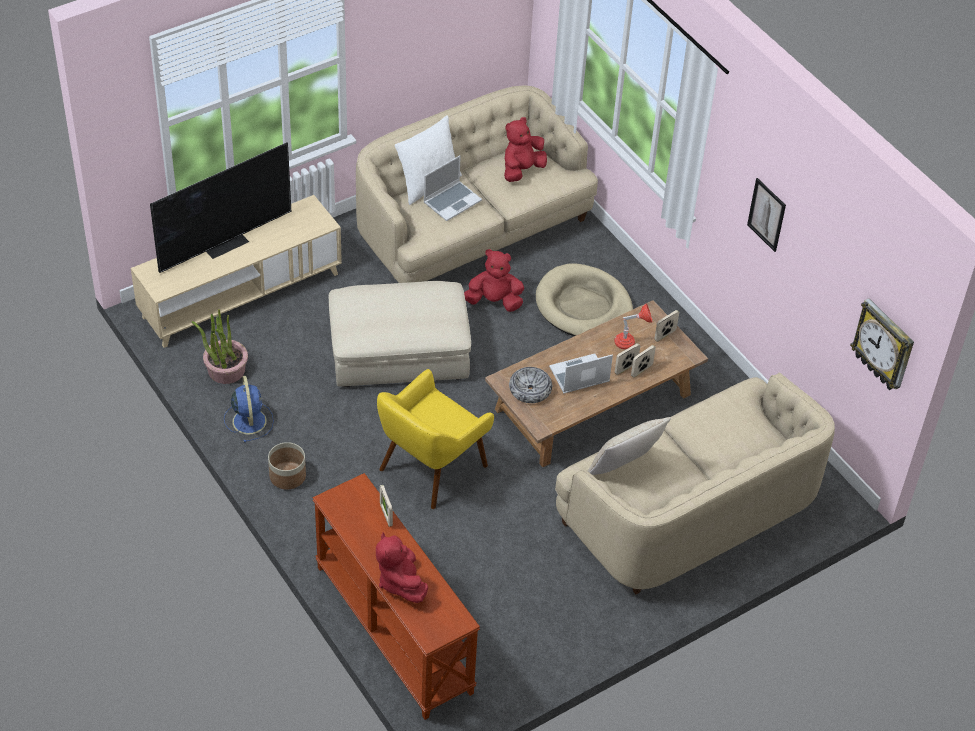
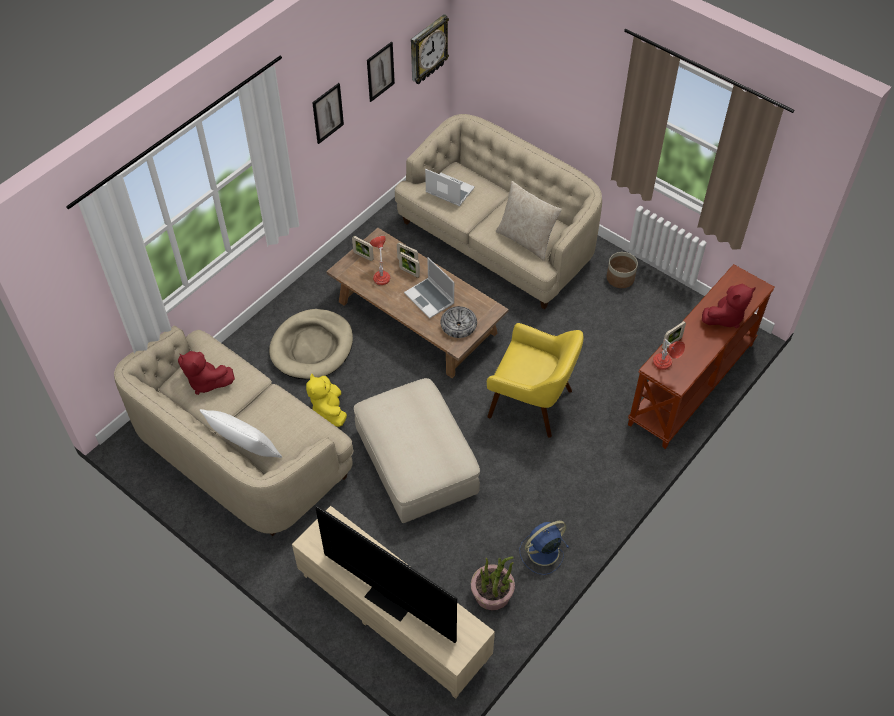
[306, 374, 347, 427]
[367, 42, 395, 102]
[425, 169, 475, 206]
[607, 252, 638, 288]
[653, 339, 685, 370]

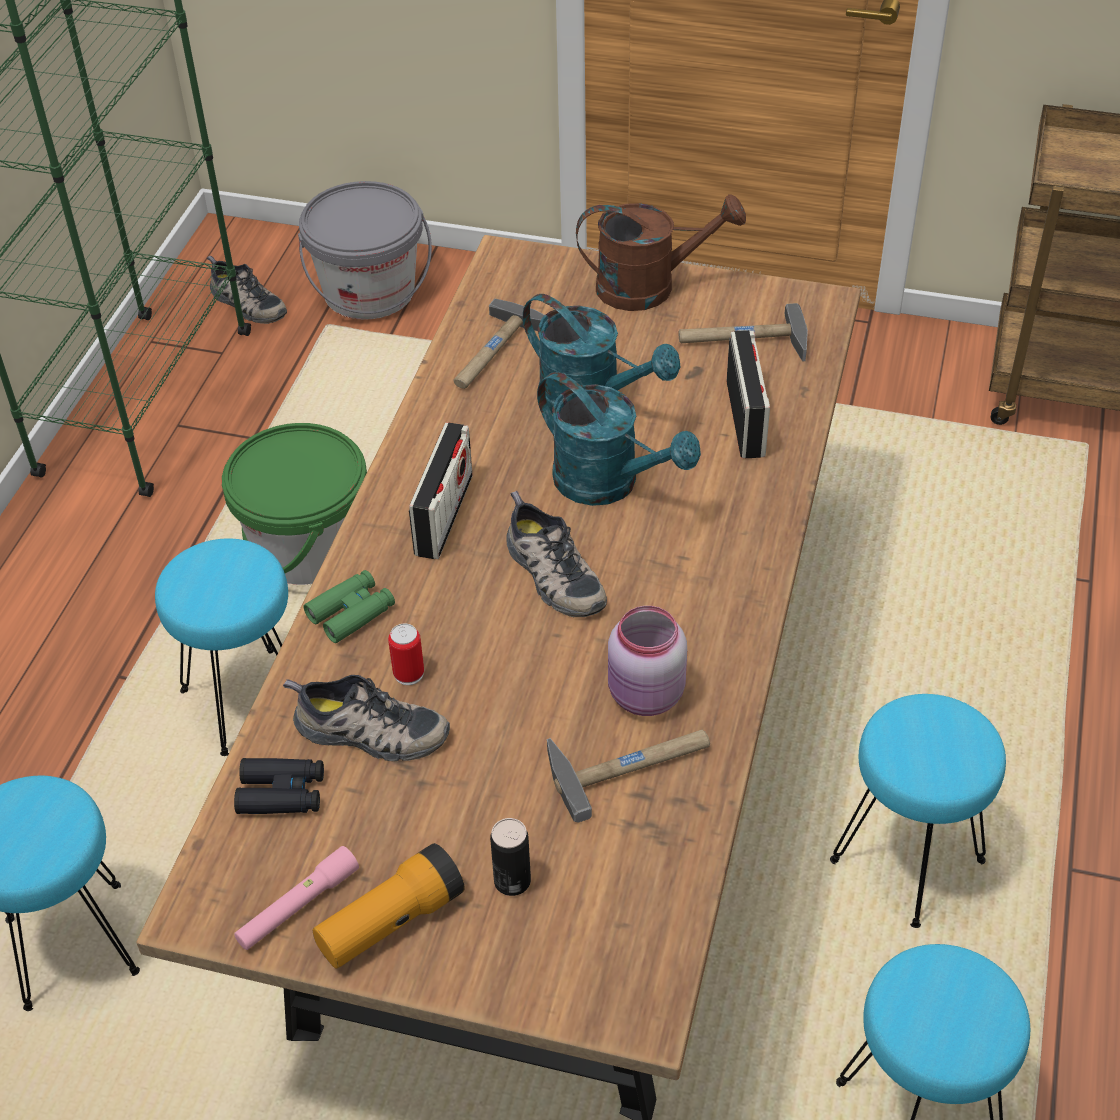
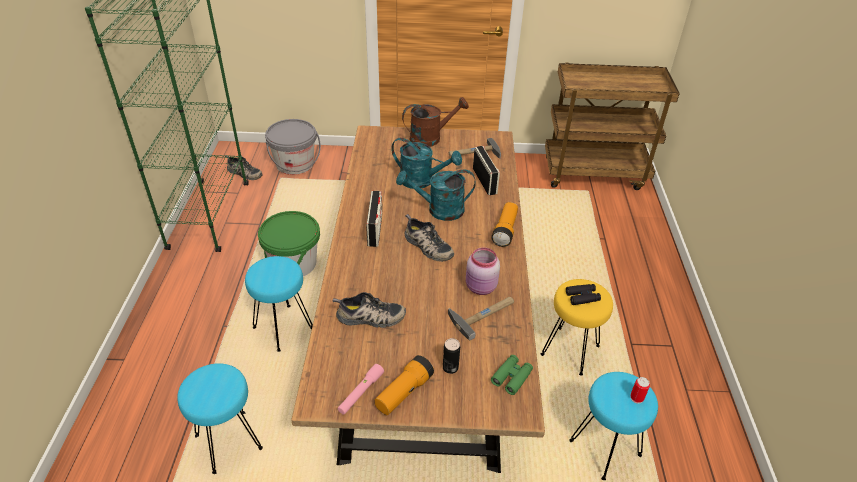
[396, 170, 476, 221]
[491, 202, 518, 247]
[491, 355, 533, 395]
[541, 279, 613, 375]
[566, 284, 601, 305]
[630, 377, 650, 404]
[453, 299, 545, 389] (first image)

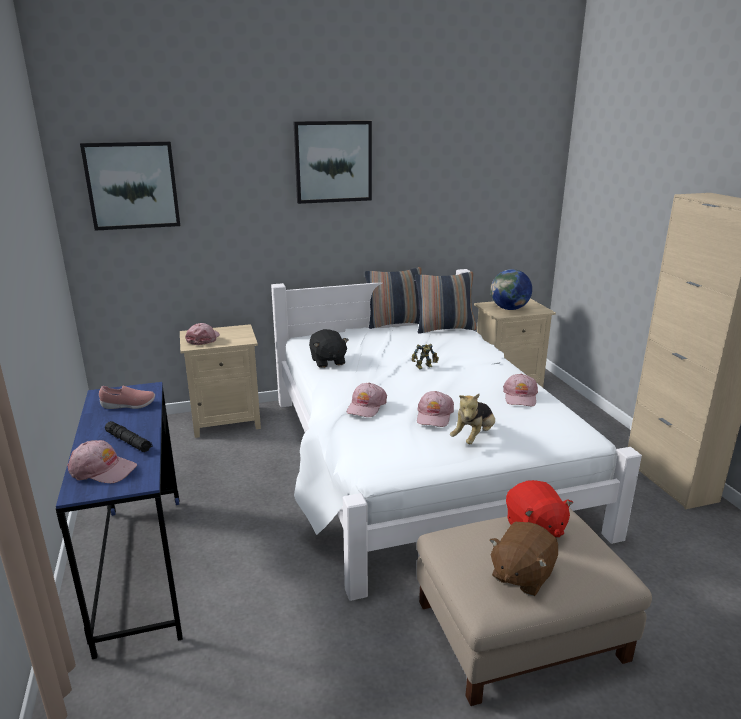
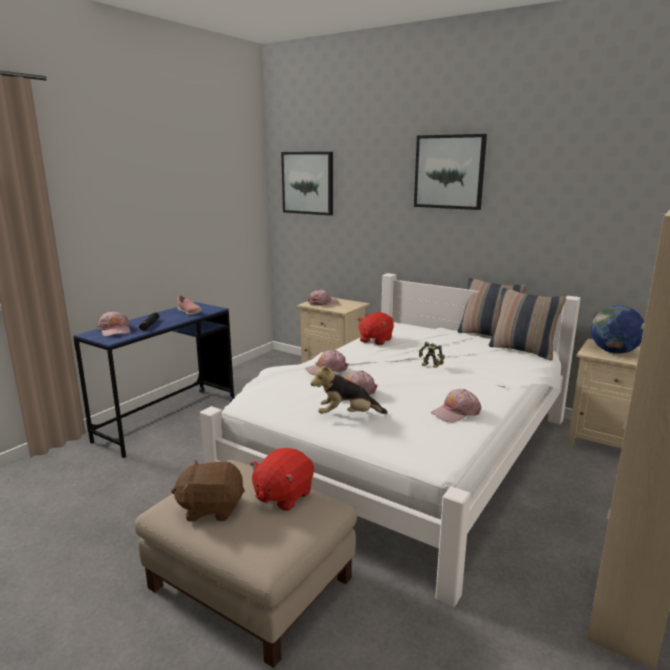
[357, 312, 394, 345]

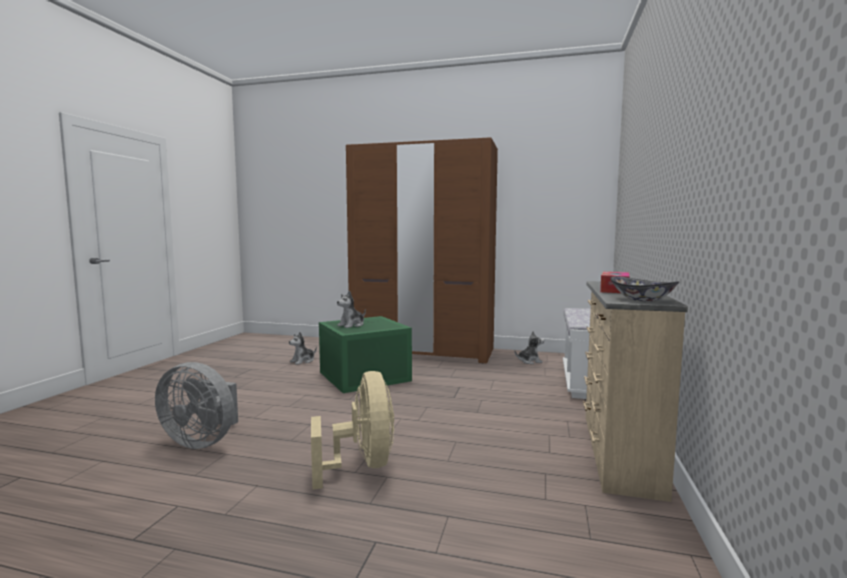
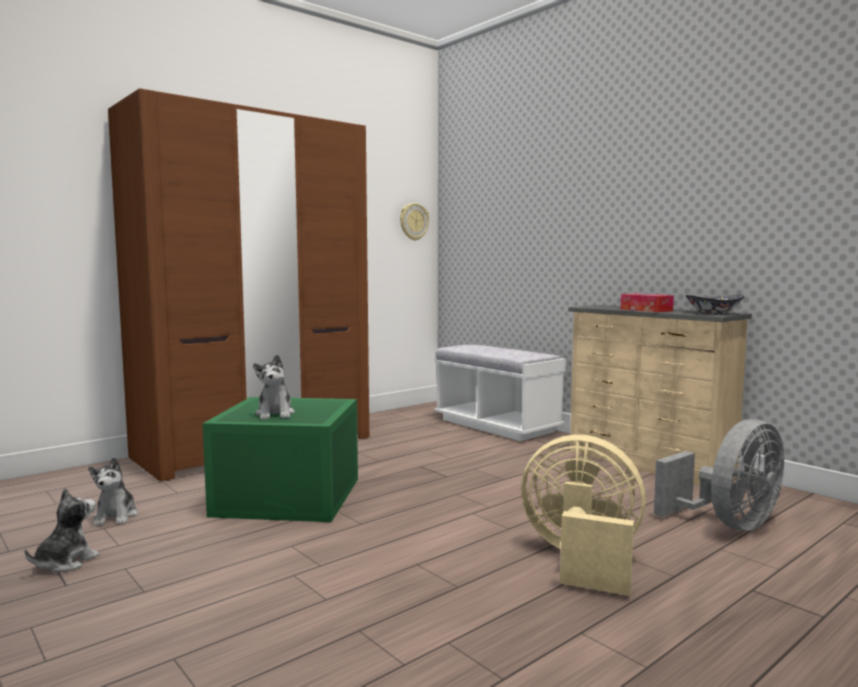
[25, 488, 100, 573]
[400, 203, 429, 241]
[654, 419, 784, 531]

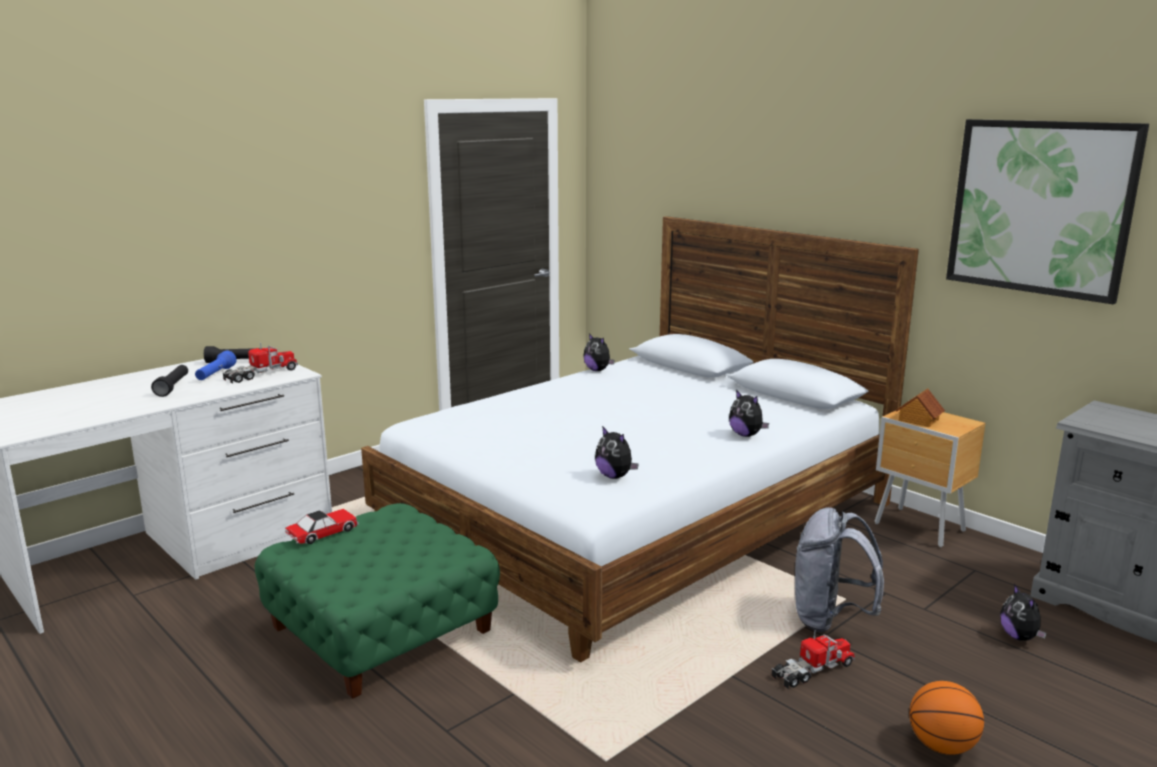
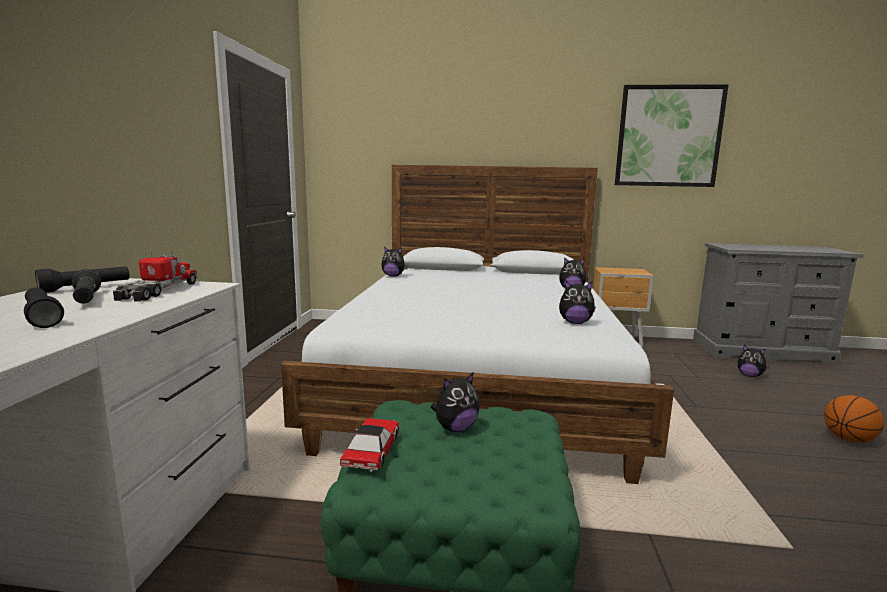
[72, 269, 101, 304]
[431, 373, 479, 432]
[772, 630, 855, 689] (first image)
[795, 507, 884, 632] (first image)
[896, 388, 945, 427] (first image)

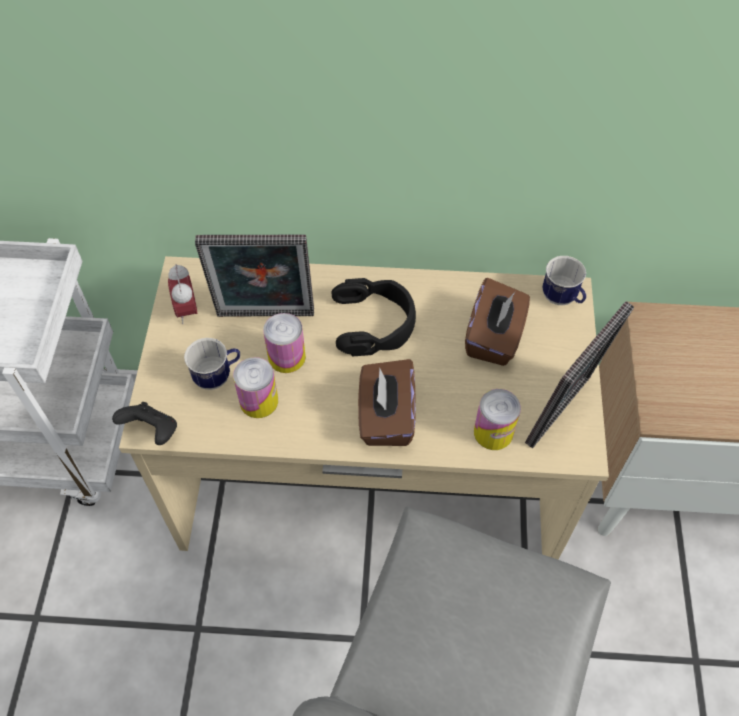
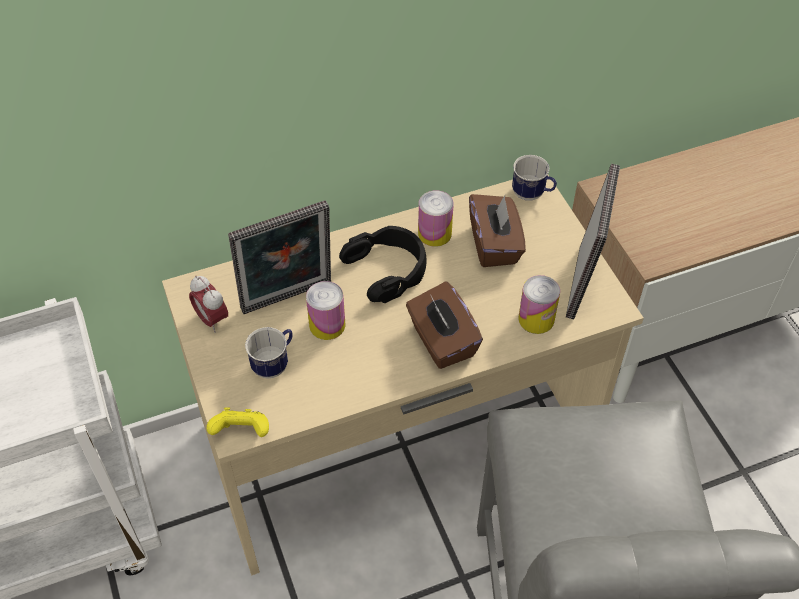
[207, 407, 269, 437]
[418, 191, 454, 247]

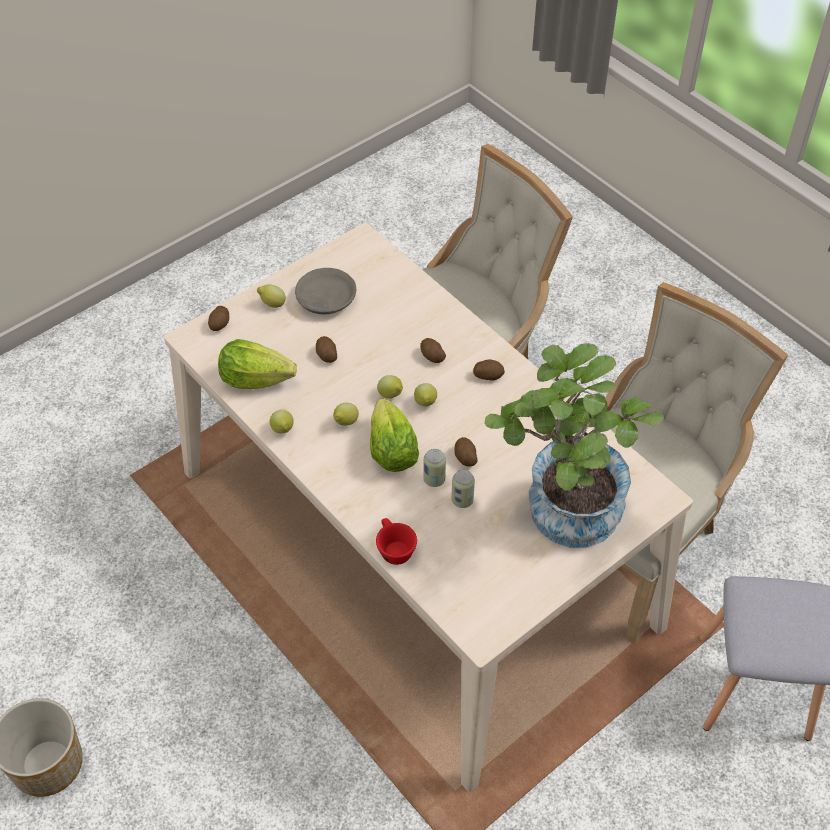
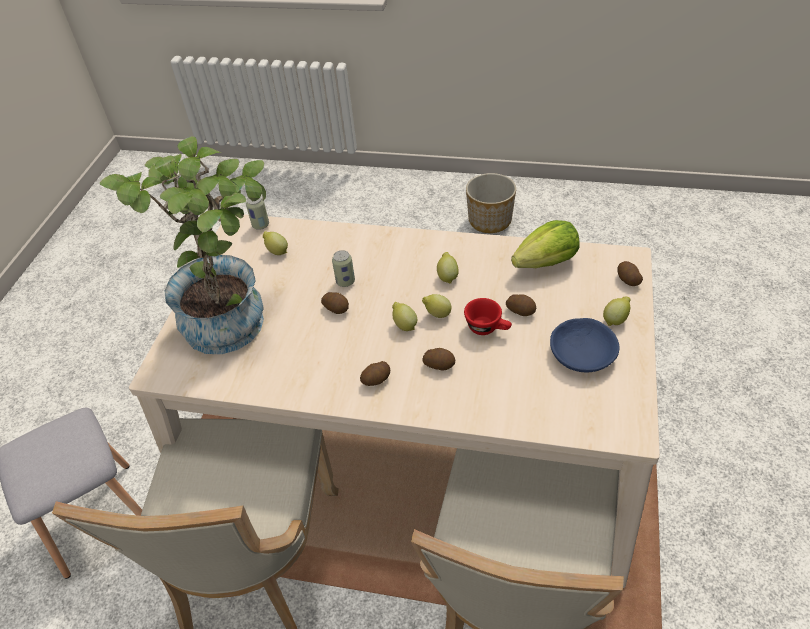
[246, 197, 269, 230]
[263, 231, 288, 255]
[464, 298, 512, 335]
[550, 318, 619, 372]
[370, 399, 419, 472] (first image)

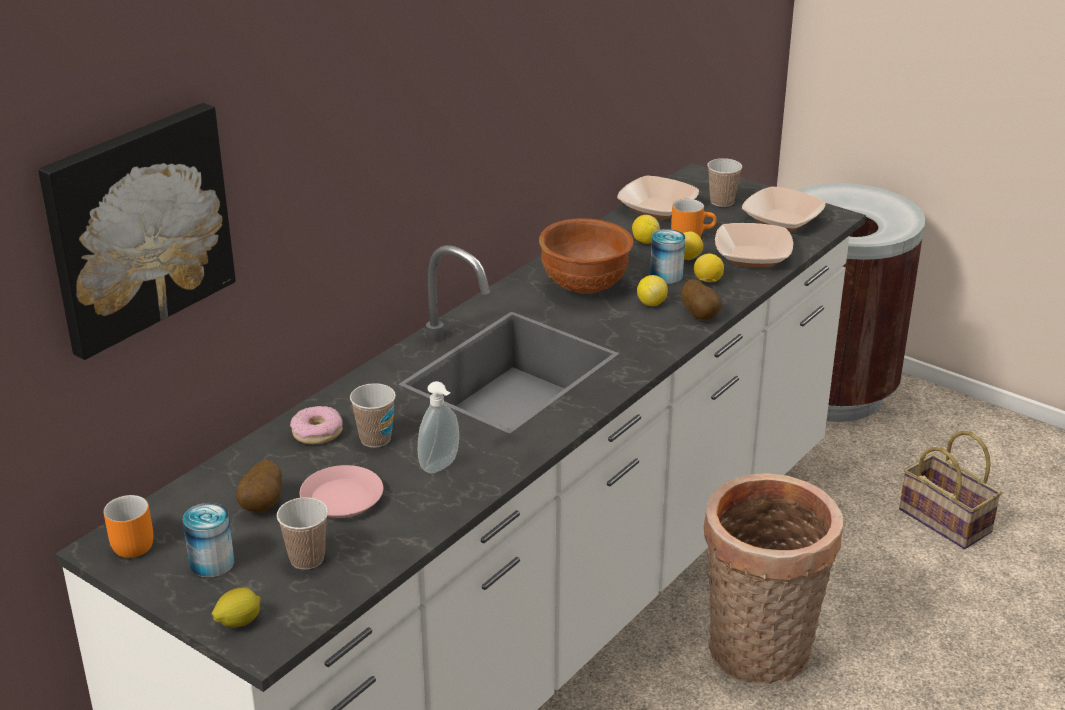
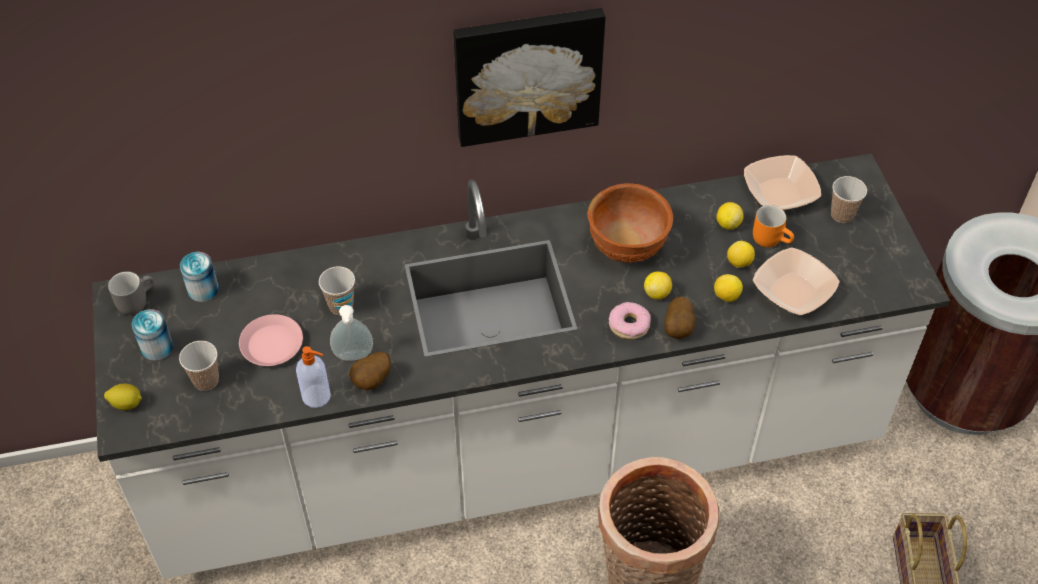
[108, 271, 154, 315]
[180, 252, 219, 302]
[296, 346, 331, 408]
[349, 352, 391, 390]
[453, 8, 606, 147]
[609, 302, 651, 339]
[742, 187, 826, 232] (first image)

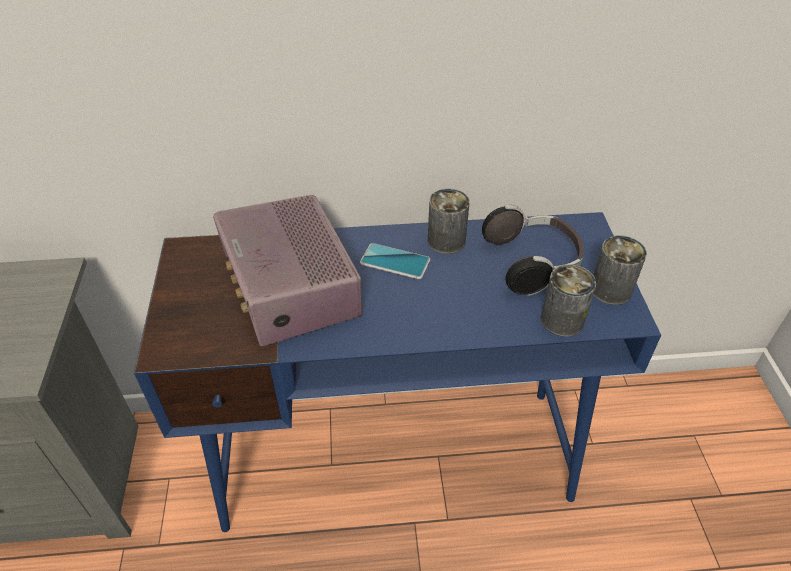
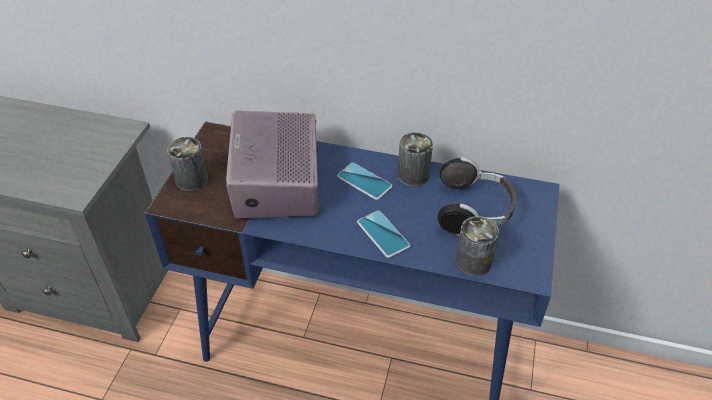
[167, 137, 208, 191]
[357, 211, 410, 258]

